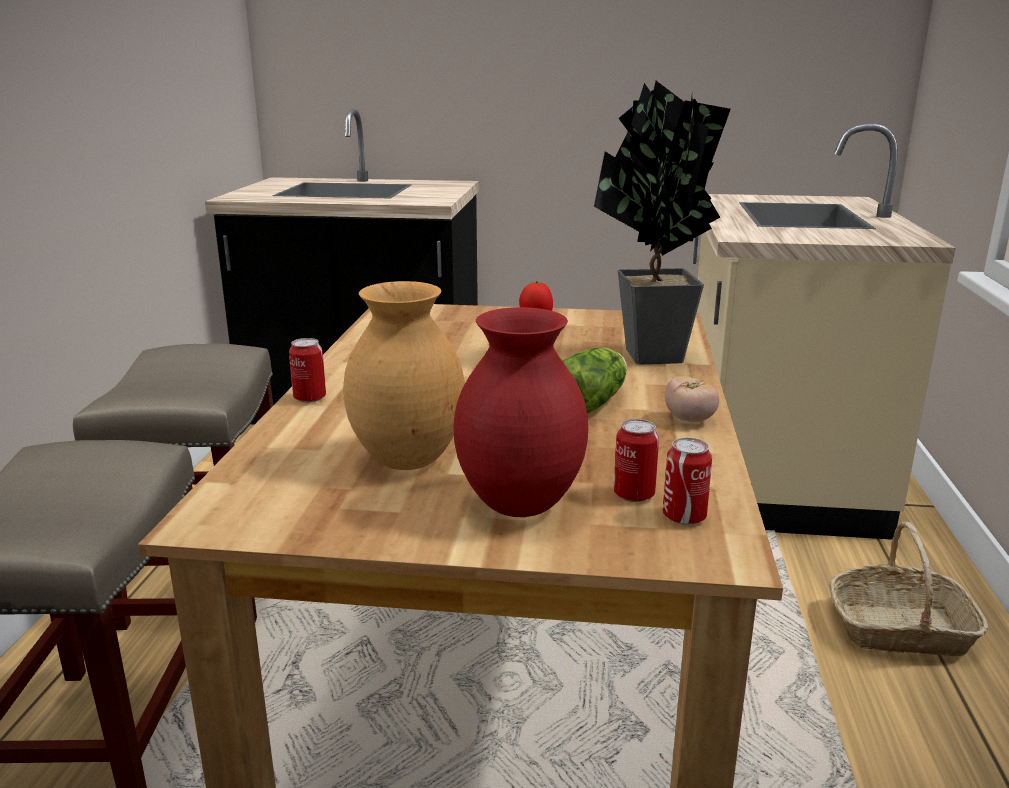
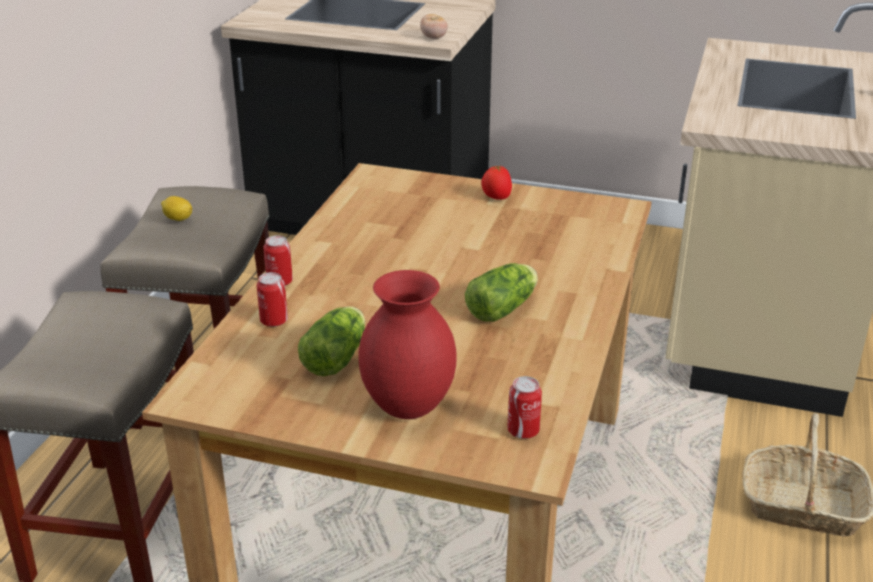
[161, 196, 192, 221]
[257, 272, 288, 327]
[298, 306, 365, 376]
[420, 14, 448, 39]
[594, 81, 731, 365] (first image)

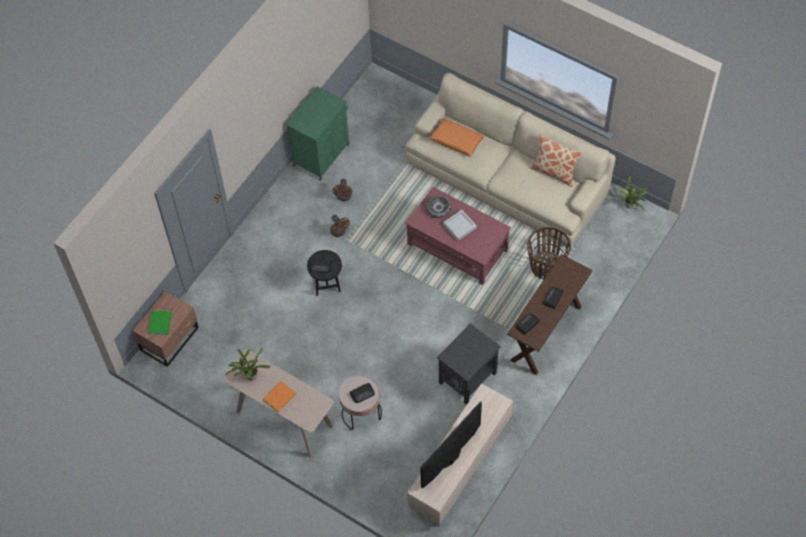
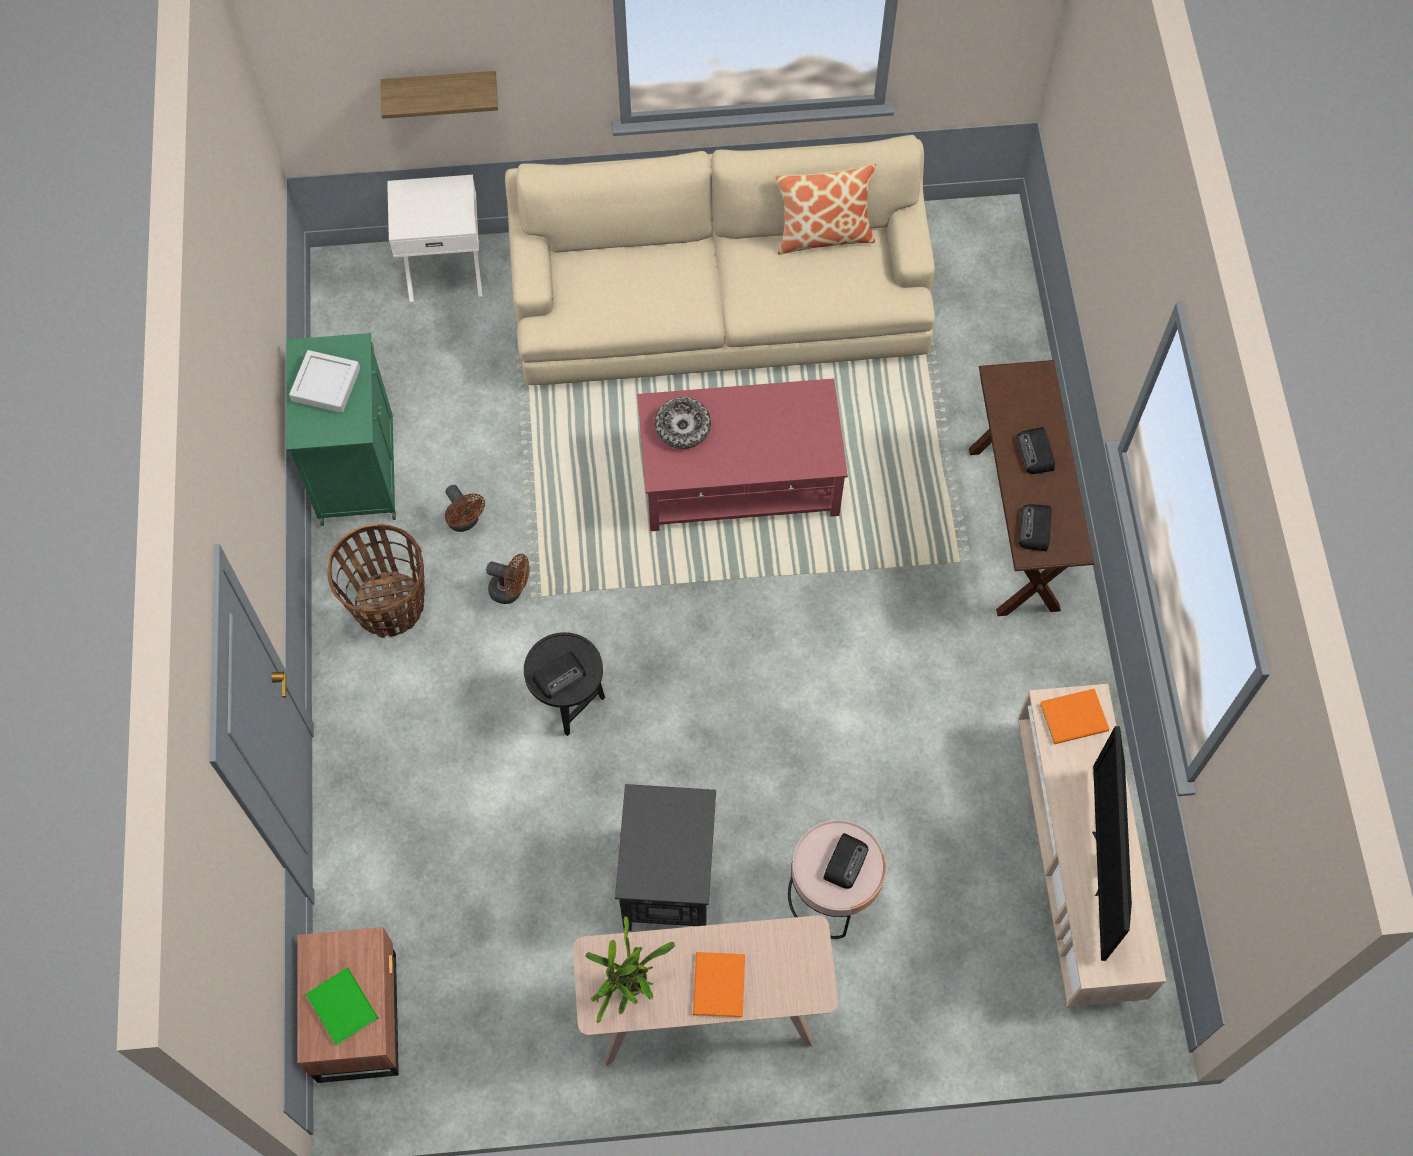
[289, 350, 360, 413]
[327, 524, 425, 638]
[380, 71, 498, 119]
[387, 175, 483, 302]
[615, 784, 716, 931]
[1040, 688, 1109, 744]
[430, 118, 484, 157] (first image)
[613, 176, 647, 211] (first image)

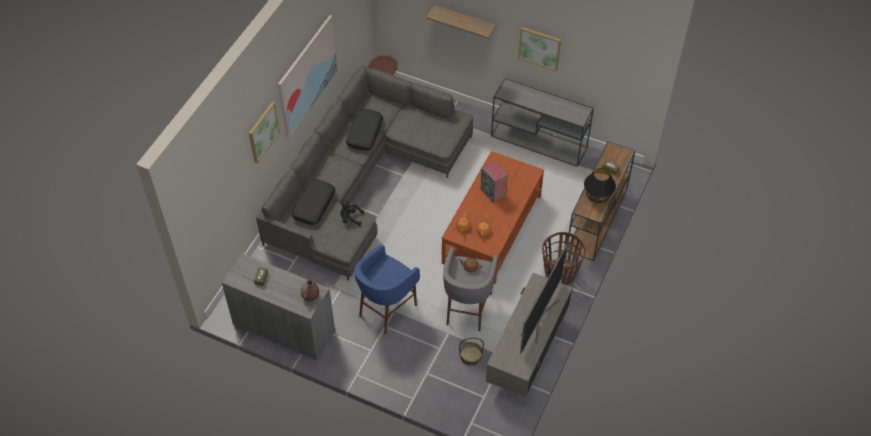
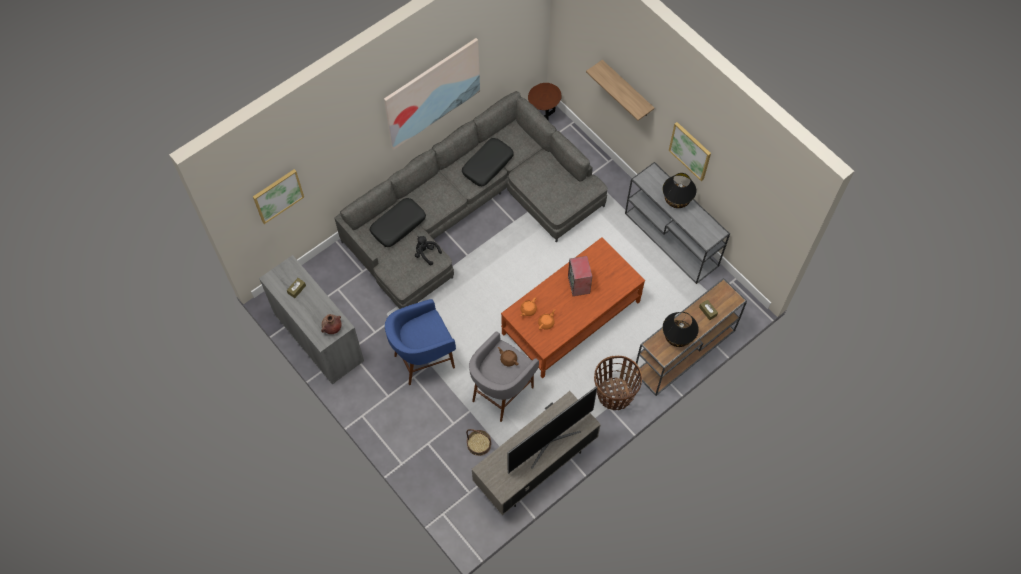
[253, 169, 304, 224]
[663, 173, 696, 208]

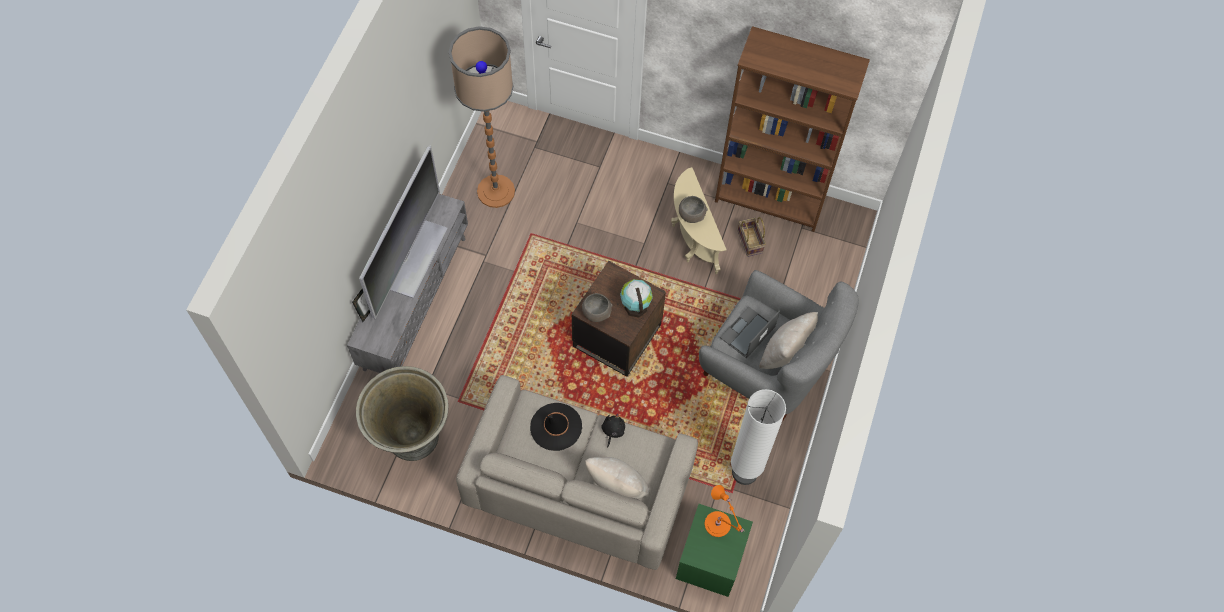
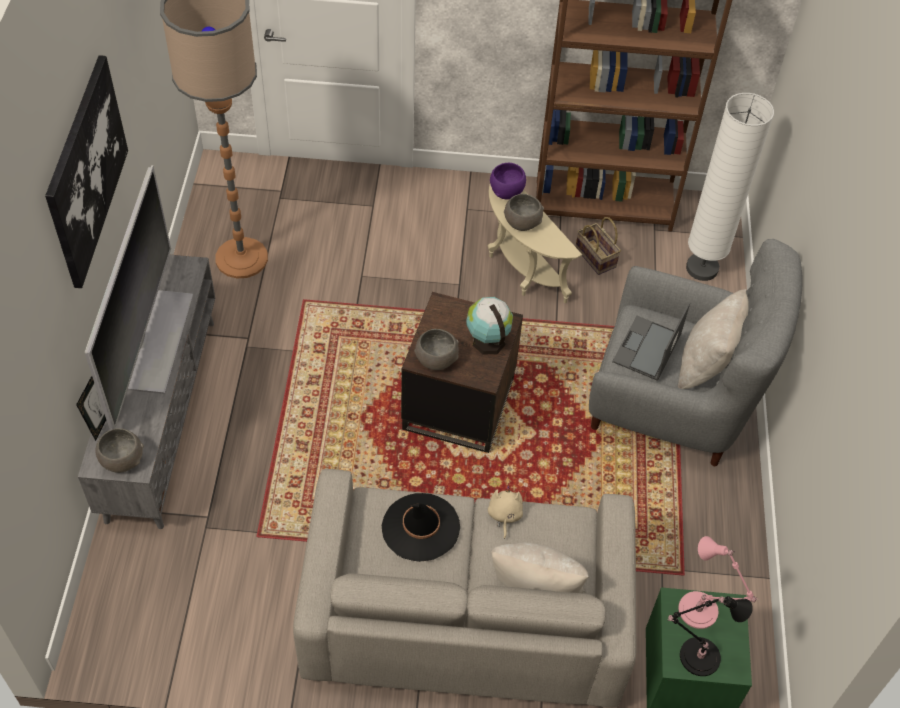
[45, 55, 128, 288]
[95, 428, 144, 473]
[488, 485, 523, 539]
[490, 163, 526, 200]
[667, 596, 753, 676]
[678, 536, 758, 629]
[686, 93, 774, 281]
[356, 366, 449, 461] (first image)

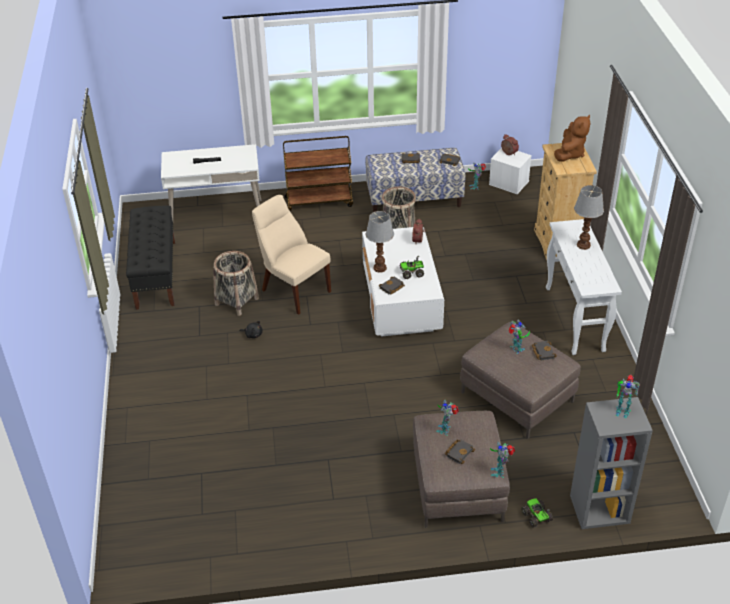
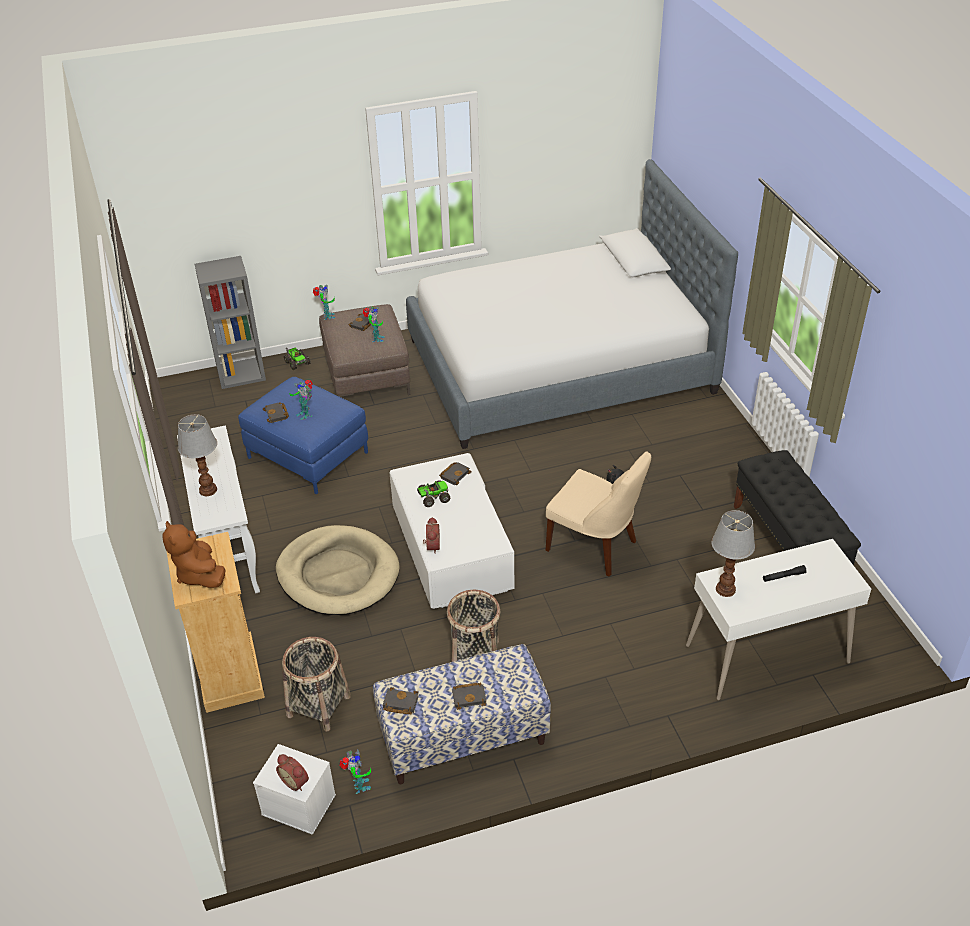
[162, 521, 226, 588]
[238, 377, 368, 495]
[276, 525, 400, 615]
[282, 637, 351, 731]
[406, 159, 738, 449]
[711, 510, 755, 597]
[283, 136, 353, 212] (first image)
[616, 374, 640, 419] (first image)

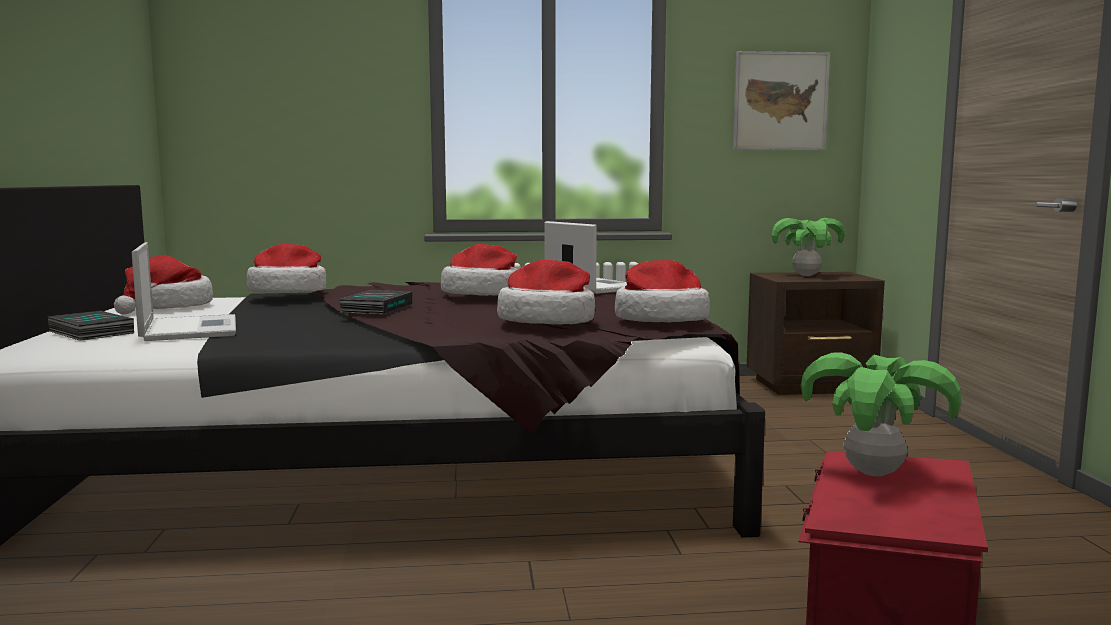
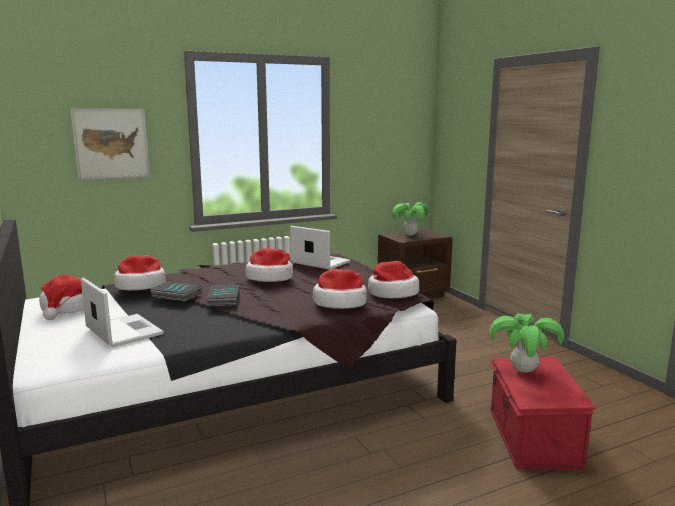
[70, 109, 150, 180]
[150, 282, 202, 301]

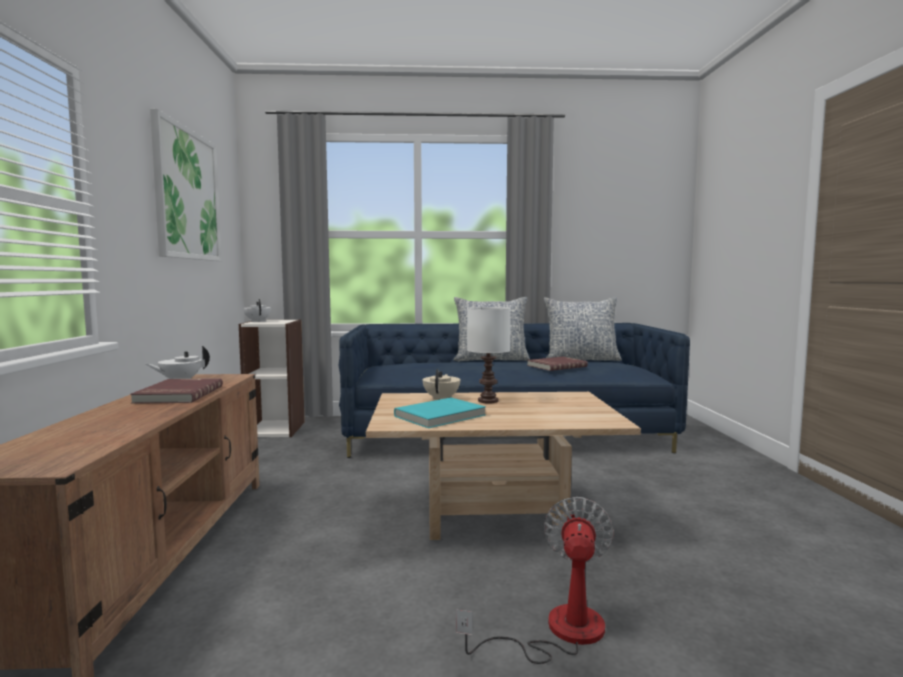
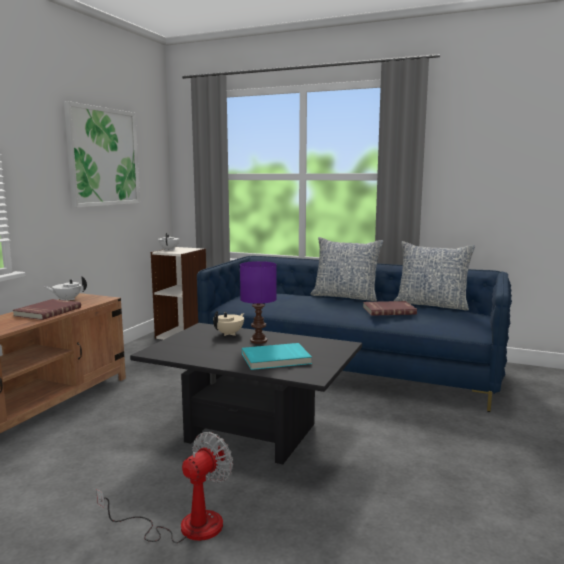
[130, 323, 362, 464]
[240, 261, 277, 344]
[242, 343, 312, 370]

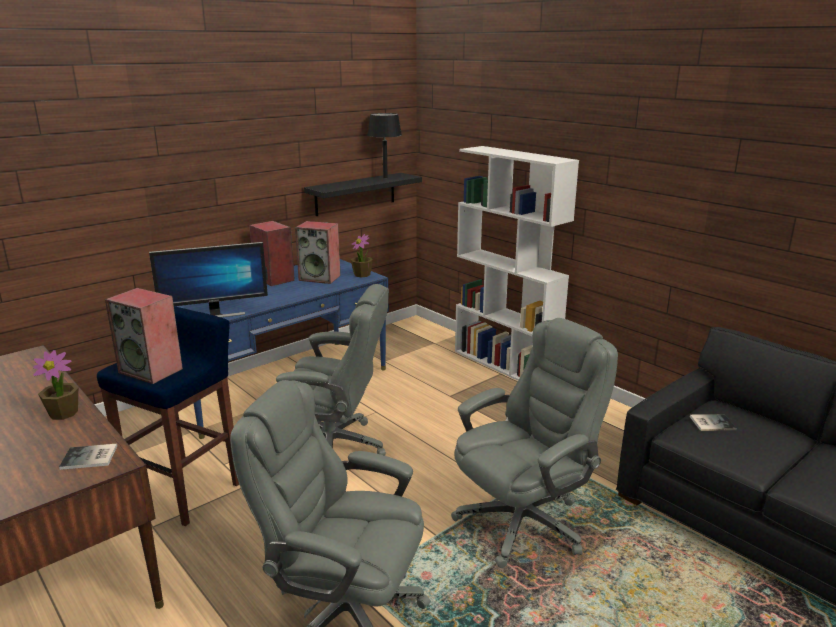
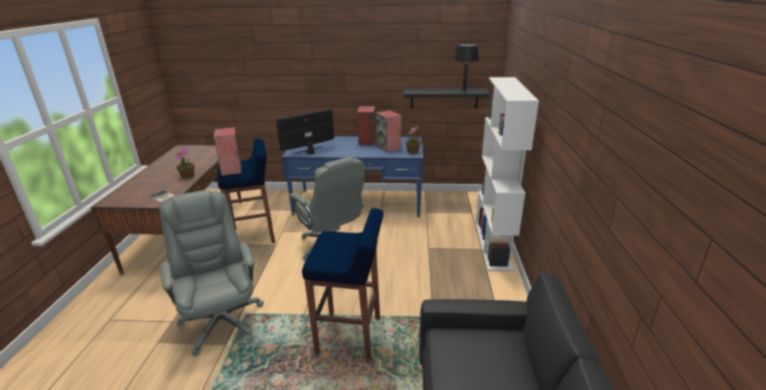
[276, 108, 334, 155]
[302, 208, 383, 360]
[690, 414, 737, 431] (first image)

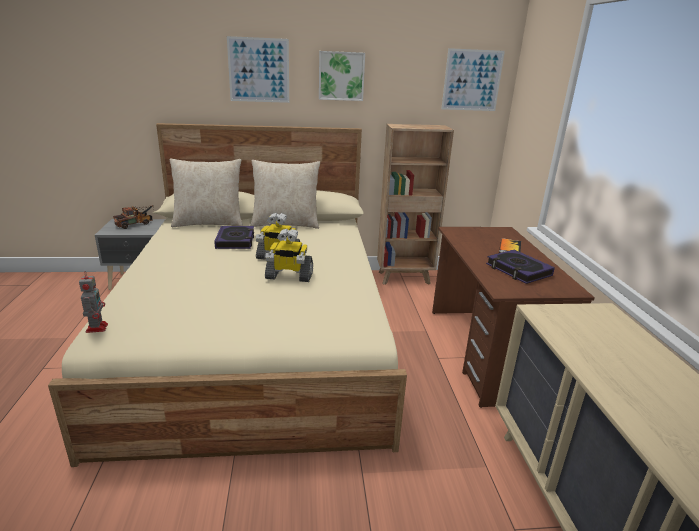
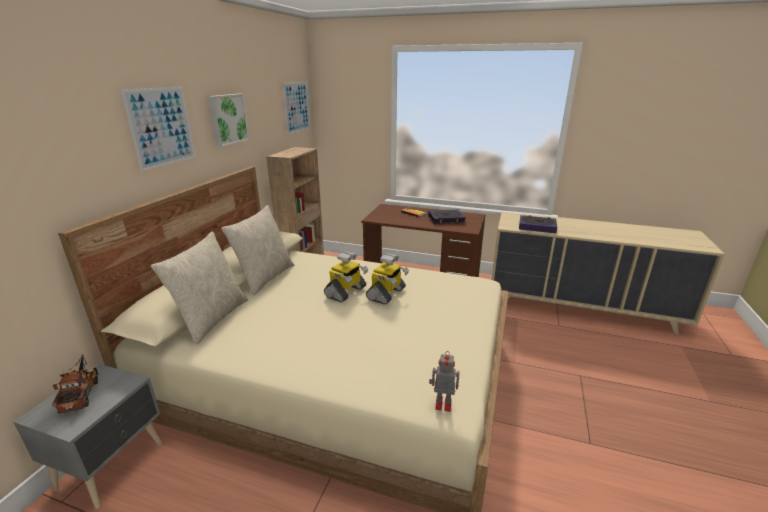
[519, 215, 557, 233]

